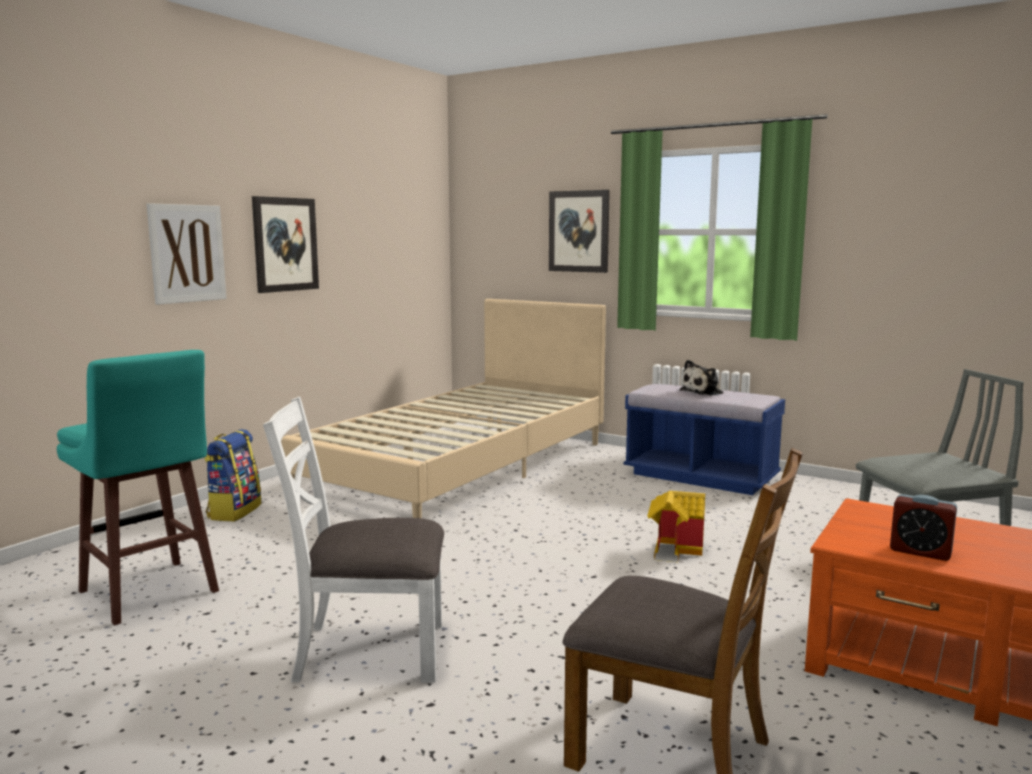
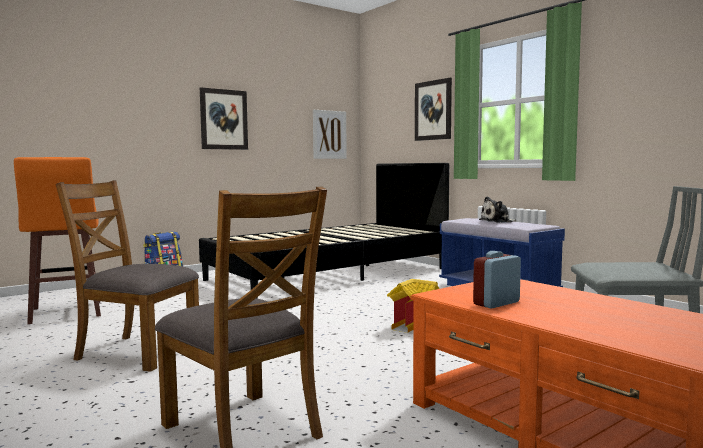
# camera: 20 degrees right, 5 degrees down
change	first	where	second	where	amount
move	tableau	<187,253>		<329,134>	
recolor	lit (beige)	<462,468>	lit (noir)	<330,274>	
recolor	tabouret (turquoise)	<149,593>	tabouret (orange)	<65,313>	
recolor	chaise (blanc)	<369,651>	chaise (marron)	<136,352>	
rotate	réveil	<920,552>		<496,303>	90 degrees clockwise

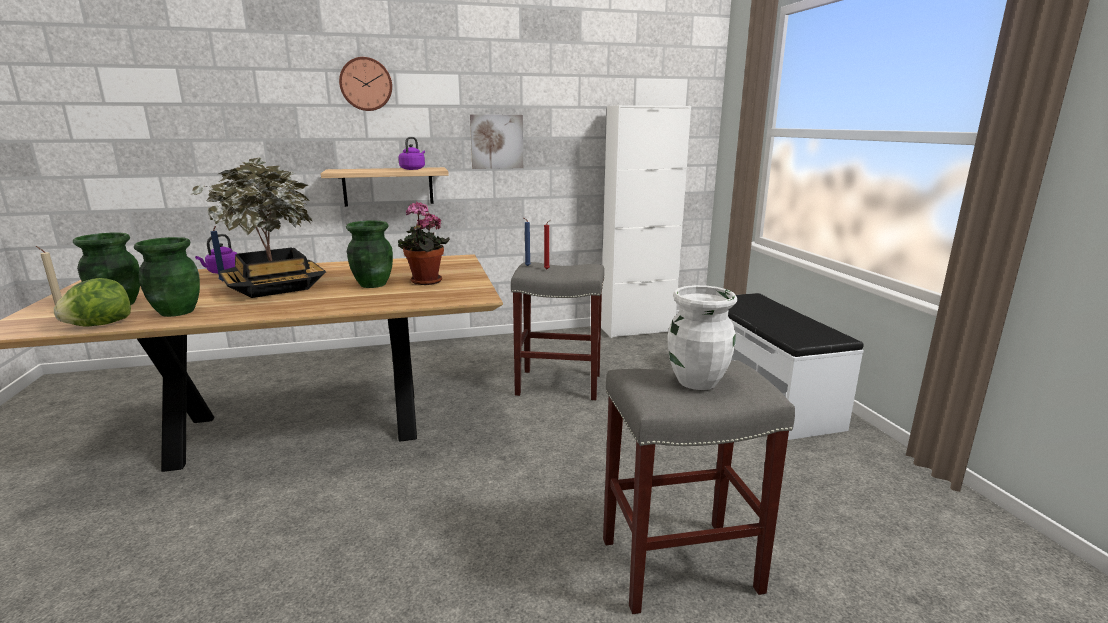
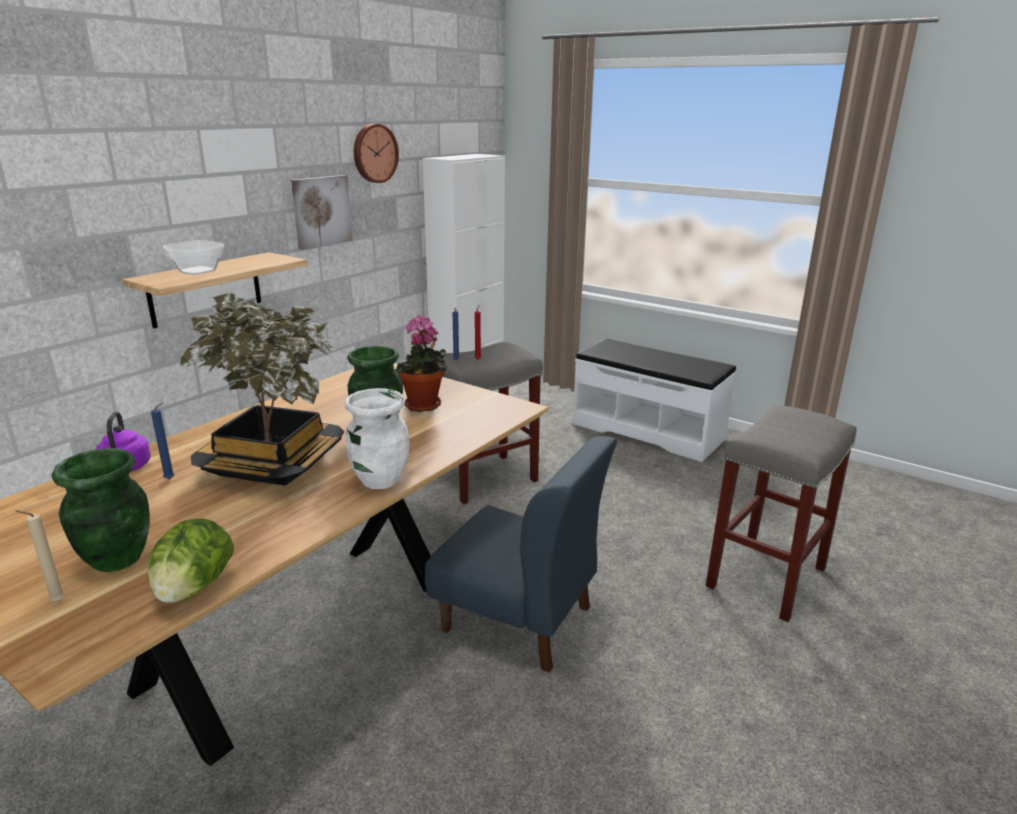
# camera: 40 degrees left, 5 degrees up
change	first	where	second	where	amount
move	horloge murale	<366,84>		<374,153>	
delete	bouilloire (violet)	<413,169>			
delete	vase (vert)	<177,311>			
move	vase (blanc)	<697,381>		<380,480>	
insert			bol	<198,271>	
insert			chaise (bleu)	<518,619>	

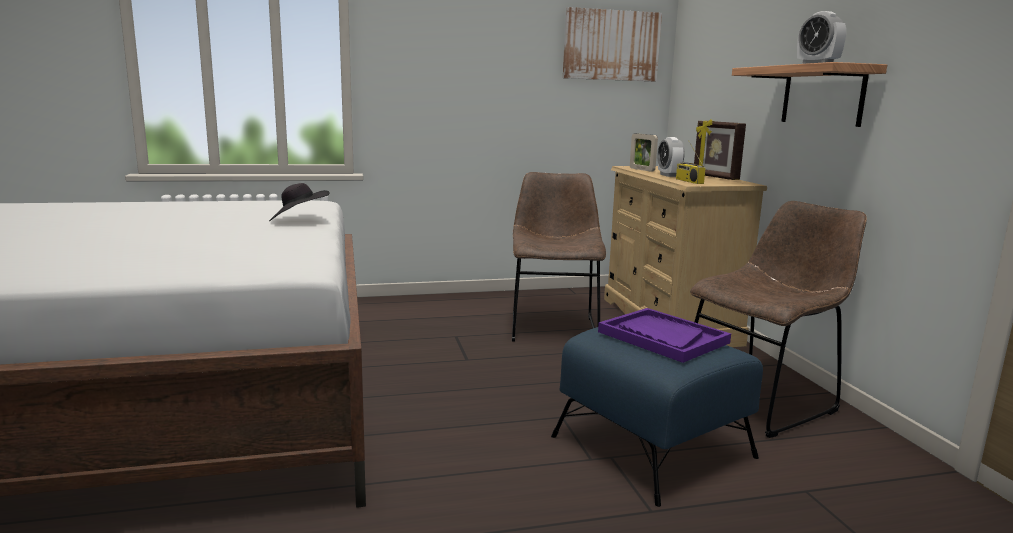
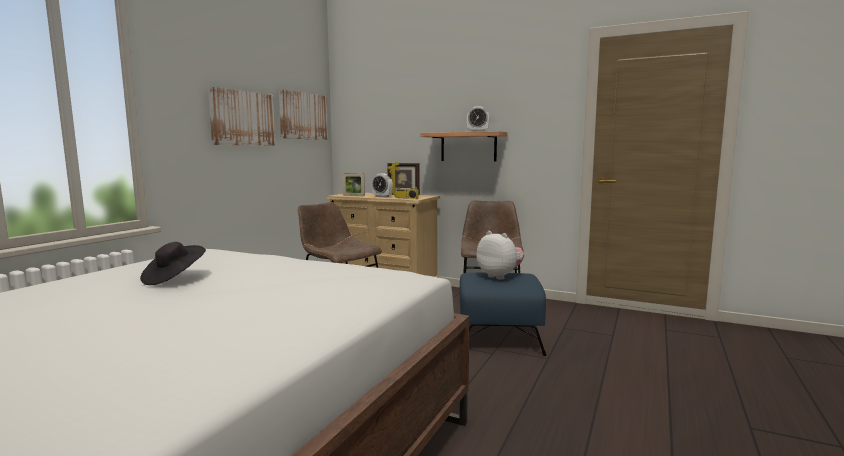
# camera: 50 degrees left, 5 degrees down
change	first	where	second	where	amount
move	chapeau (noir)	<298,220>		<174,278>	
replace	plateau (violet)	<662,337>	peluche	<500,276>	
insert			tableau	<242,118>	

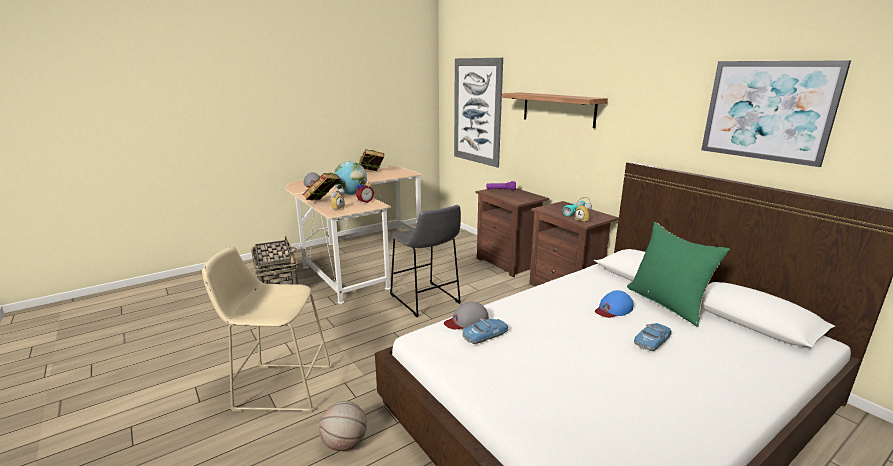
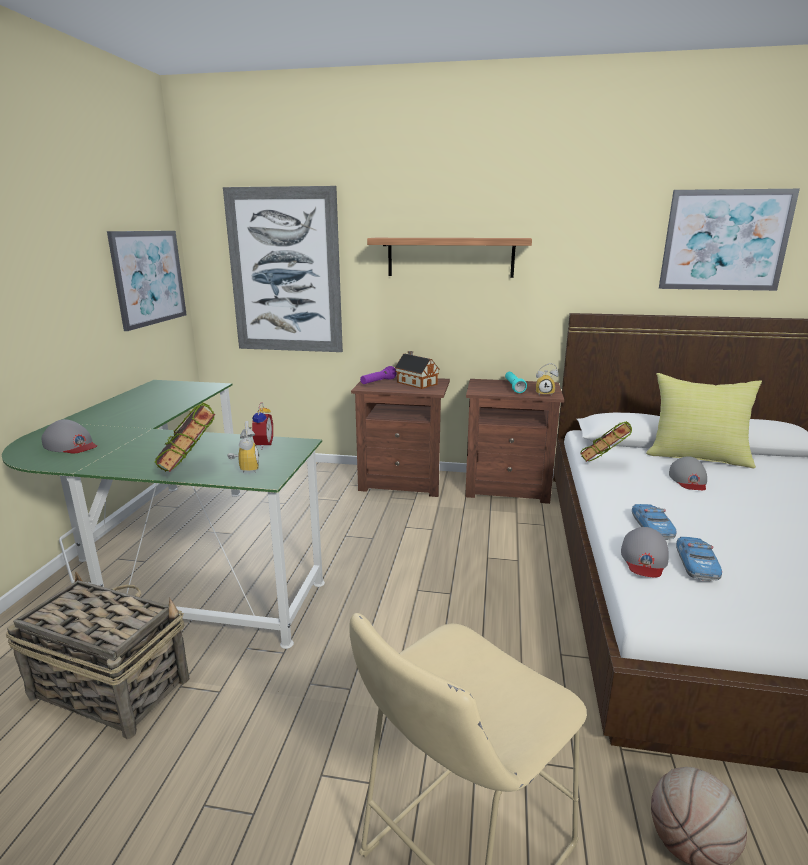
# camera: 45 degrees left, 0 degrees up
change	first	where	second	where	amount
move	livre	<371,173>		<603,464>	
delete	globe	<351,194>			
recolor	bureau (beige)	<355,257>	bureau (vert)	<177,562>	
delete	tabouret (gris)	<426,301>			
recolor	coussin (vert)	<668,303>	coussin (jaune)	<697,457>	
recolor	casquette (bleu)	<613,309>	casquette (gris)	<688,480>	
move	petite voiture	<652,341>		<651,527>	
insert			tableau	<149,278>	
insert			maison miniature	<416,383>	

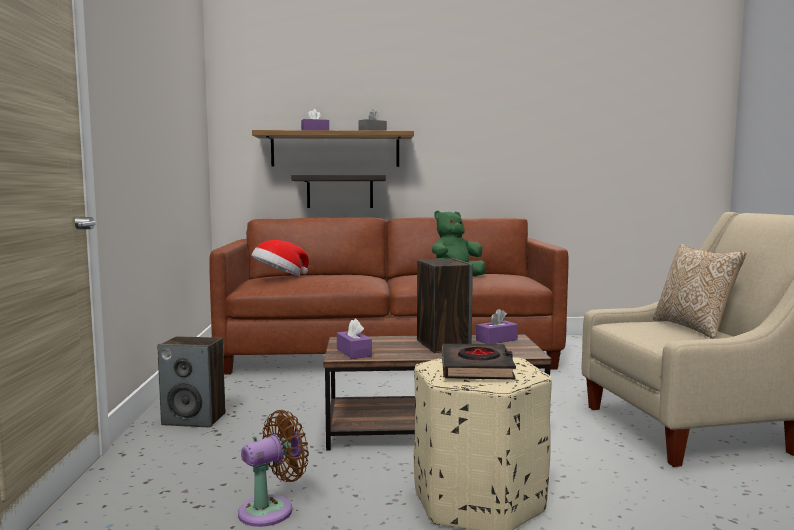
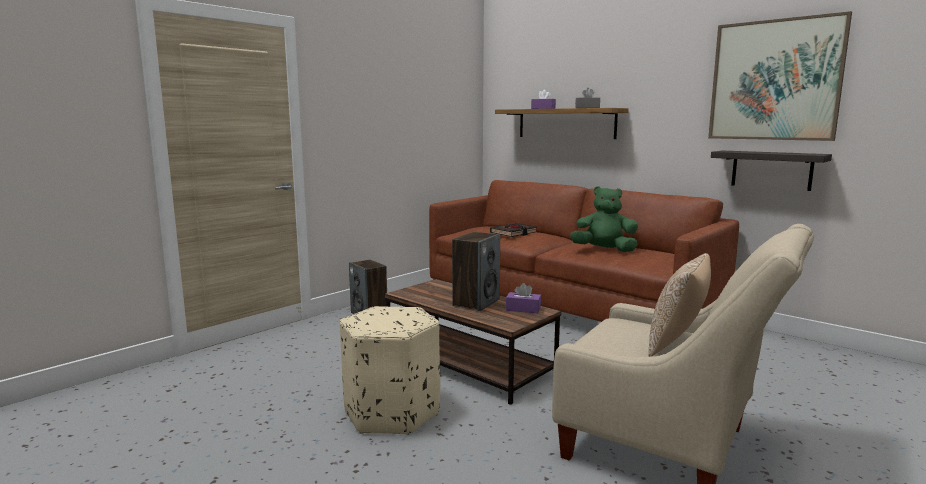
# camera: 45 degrees right, 5 degrees up
change	first	where	second	where	amount
move	étagère	<340,191>		<771,170>	
delete	chapeau	<279,277>			
delete	boîte à mouchoirs (violet)	<353,353>			
move	livre (noir)	<477,368>		<513,233>	
delete	ventilateur (marron)	<271,509>			
insert			tableau	<774,80>	

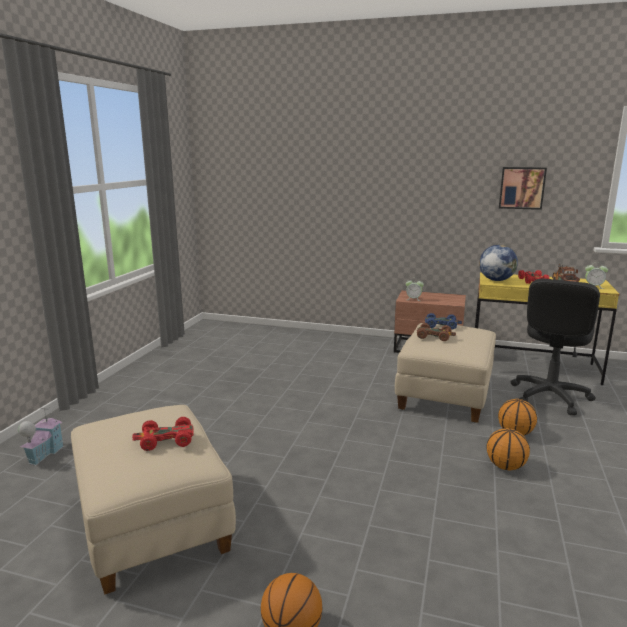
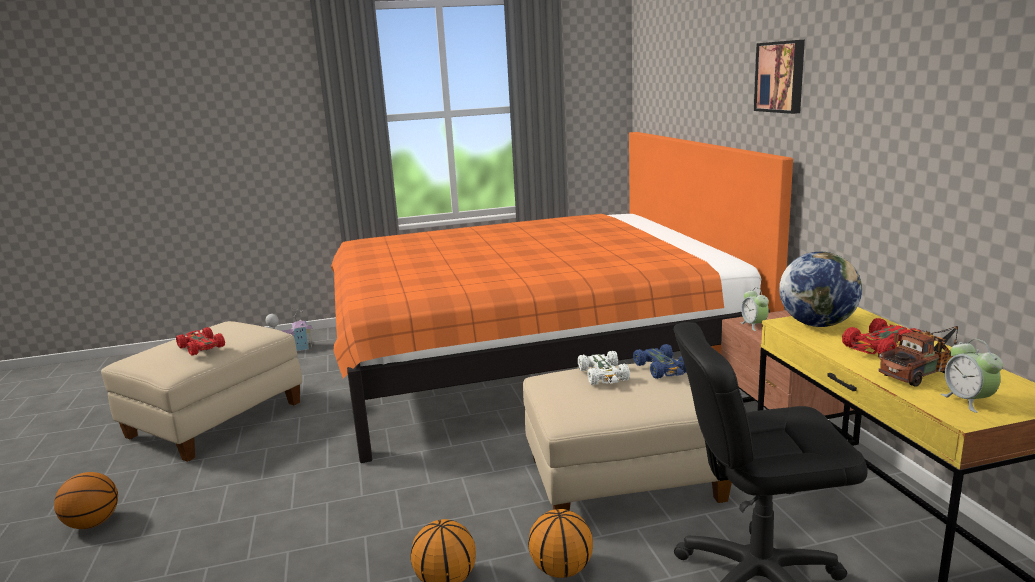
# camera: 60 degrees right, 0 degrees up
change	first	where	second	where	amount
move	tableau	<522,188>		<781,77>	
recolor	petite voiture (marron)	<434,336>	petite voiture (blanc)	<604,375>	
insert			lit (orange)	<530,356>	

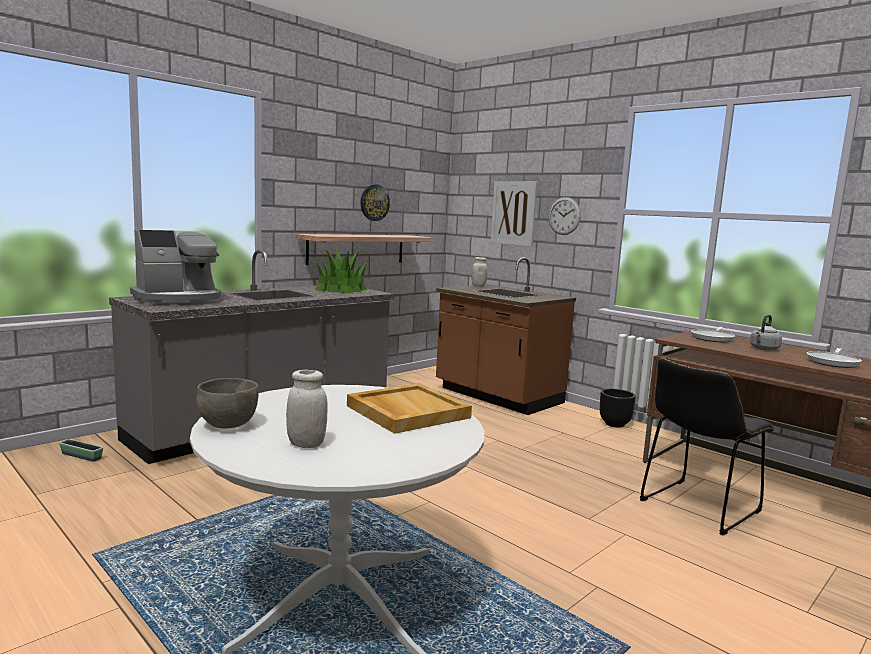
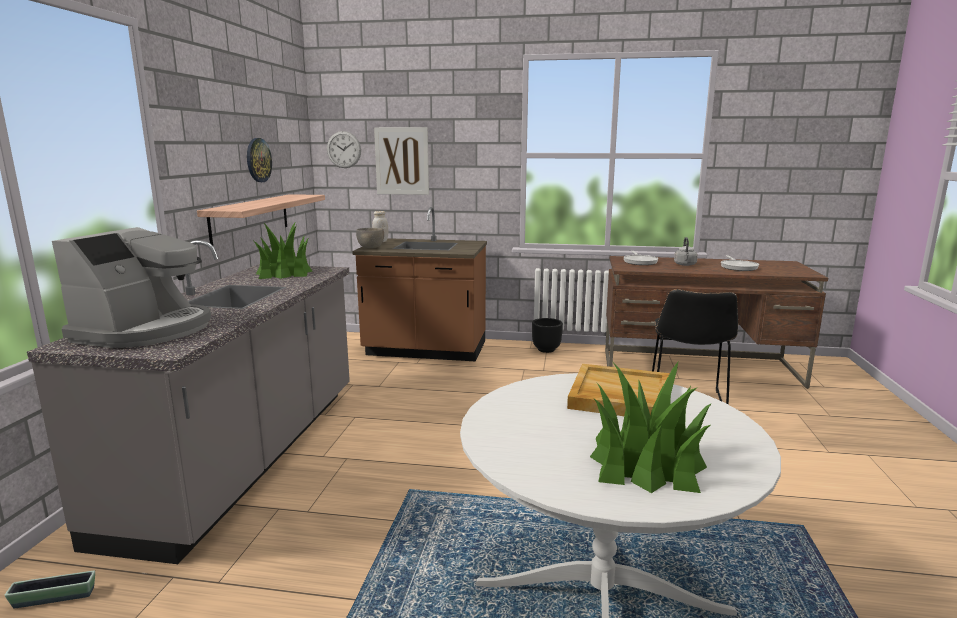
# camera: 35 degrees left, 5 degrees up
change	first	where	second	where	amount
move	horloge murale	<564,216>		<344,149>	
replace	bocal (blanc)	<306,444>	plante en pot	<646,463>	
move	bol (gris)	<228,425>		<371,248>	

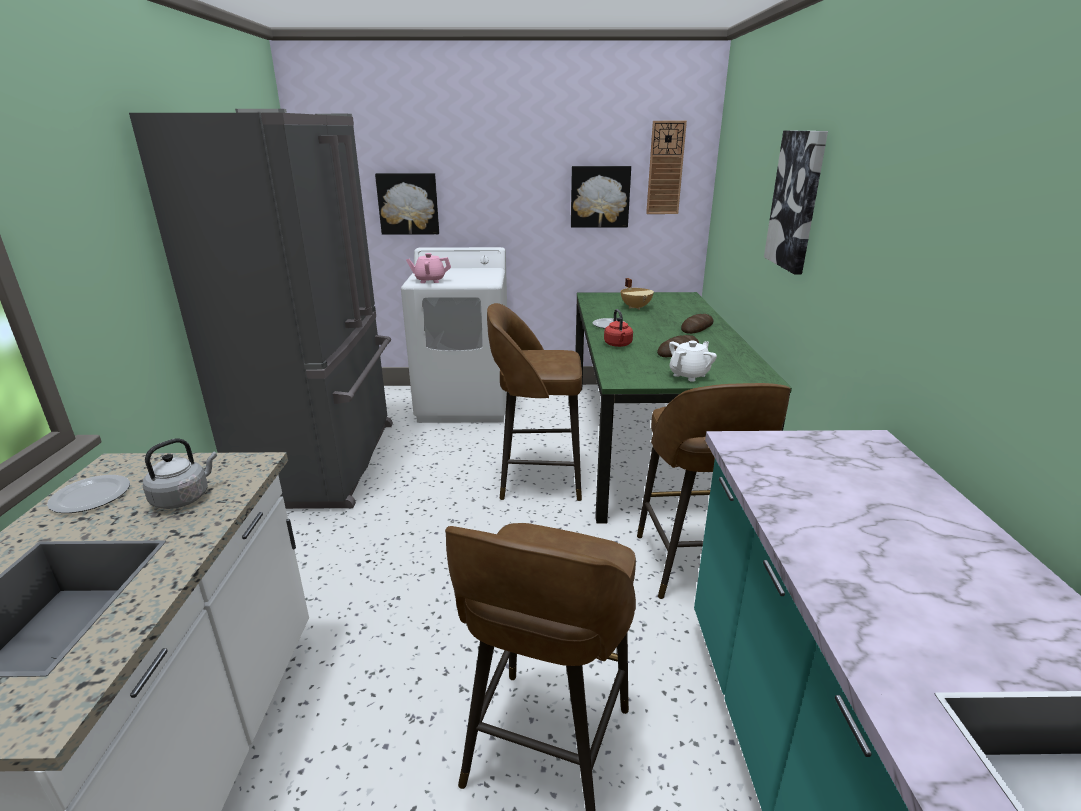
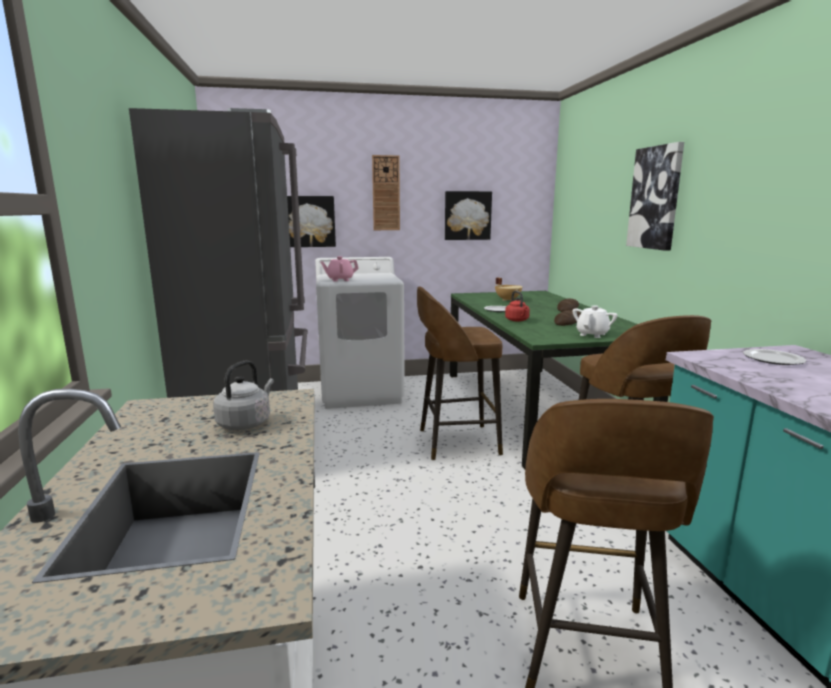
# camera: 10 degrees left, 10 degrees down
change	first	where	second	where	amount
move	horloge murale	<665,168>		<386,193>	
move	assiette	<89,497>		<772,359>	

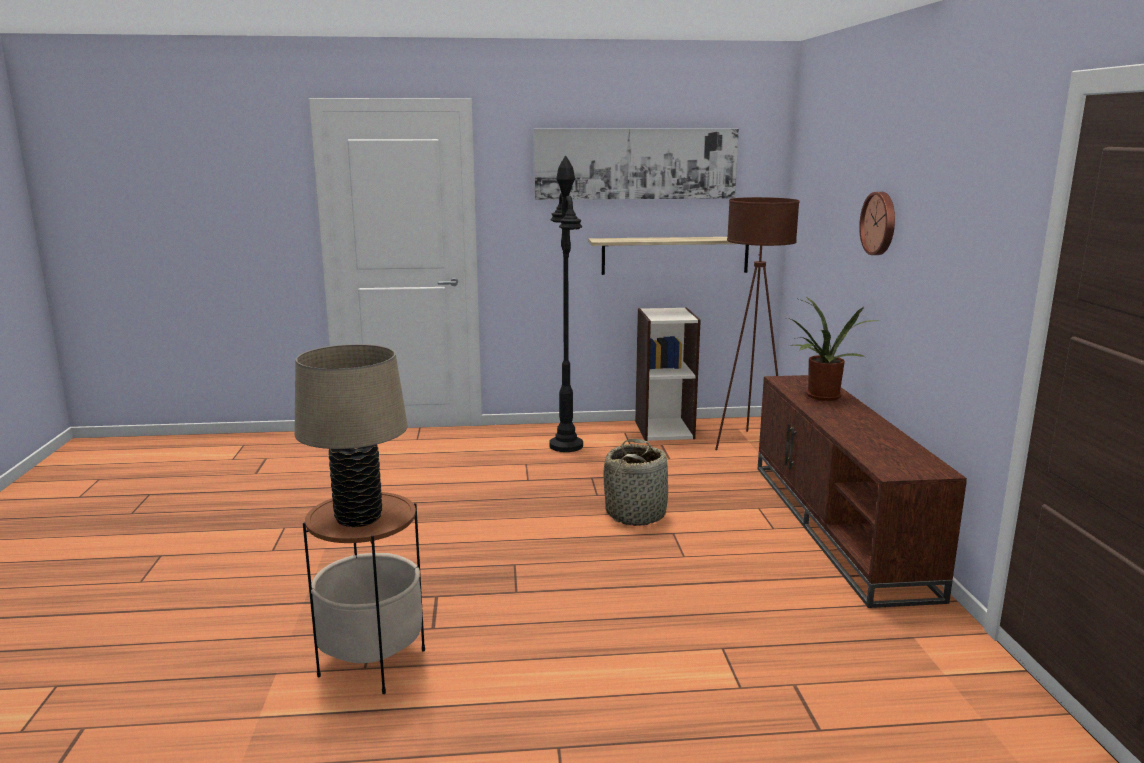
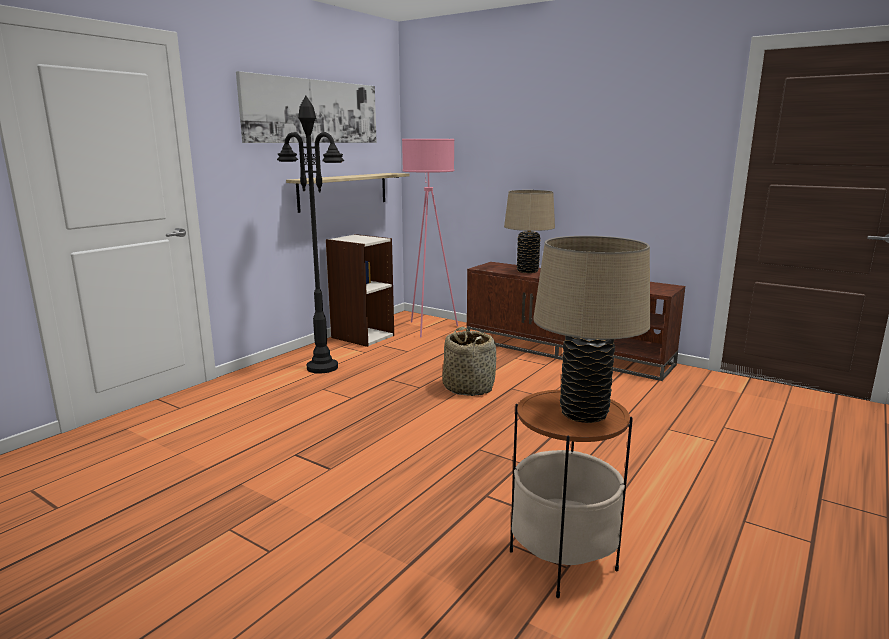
# camera: 50 degrees left, 0 degrees up
change	first	where	second	where	amount
delete	horloge murale	<880,223>			
recolor	lampadaire (marron)	<749,444>	lampadaire (rose)	<429,328>	
replace	plante en pot	<821,397>	lampe de table (beige)	<527,271>	

